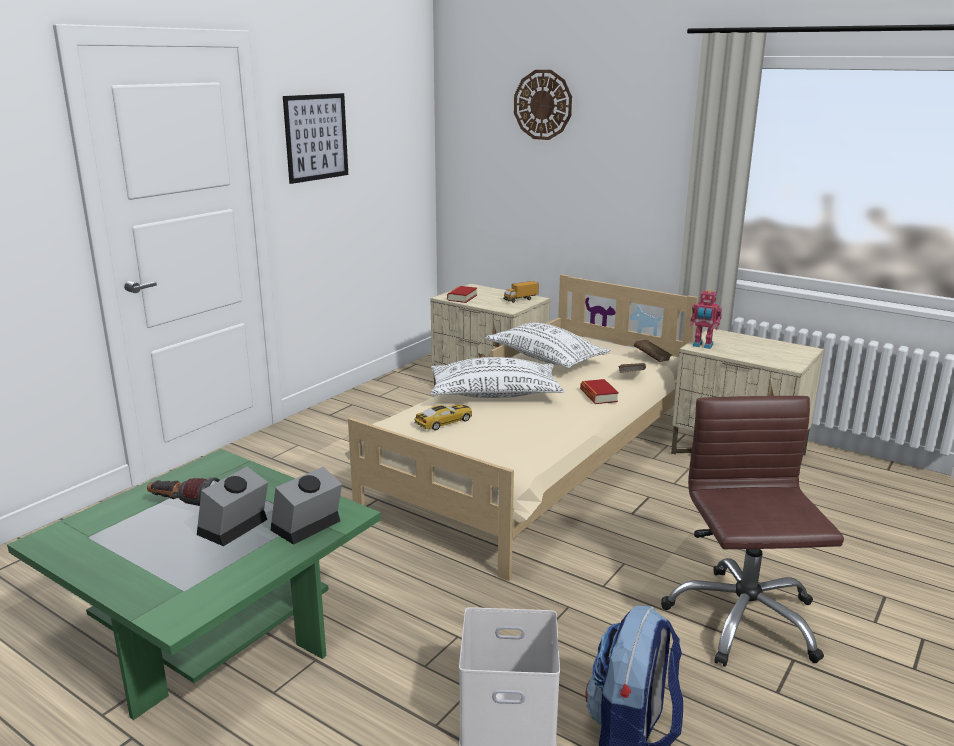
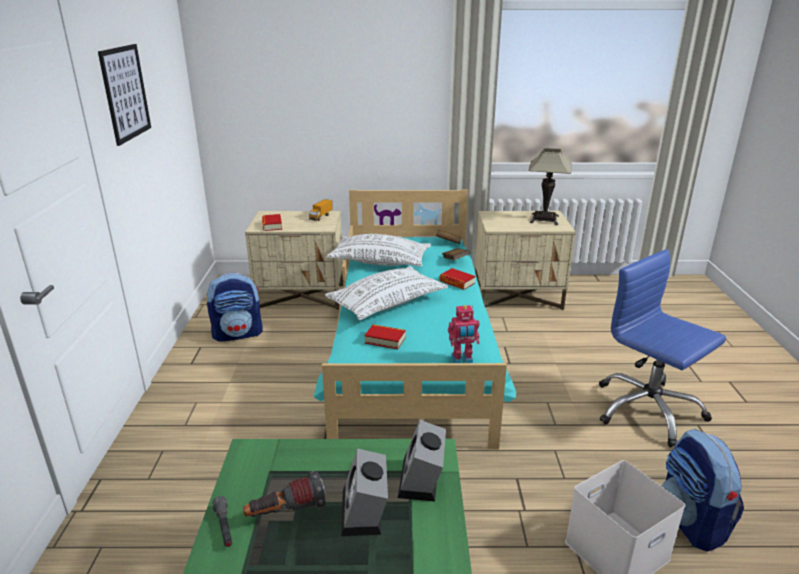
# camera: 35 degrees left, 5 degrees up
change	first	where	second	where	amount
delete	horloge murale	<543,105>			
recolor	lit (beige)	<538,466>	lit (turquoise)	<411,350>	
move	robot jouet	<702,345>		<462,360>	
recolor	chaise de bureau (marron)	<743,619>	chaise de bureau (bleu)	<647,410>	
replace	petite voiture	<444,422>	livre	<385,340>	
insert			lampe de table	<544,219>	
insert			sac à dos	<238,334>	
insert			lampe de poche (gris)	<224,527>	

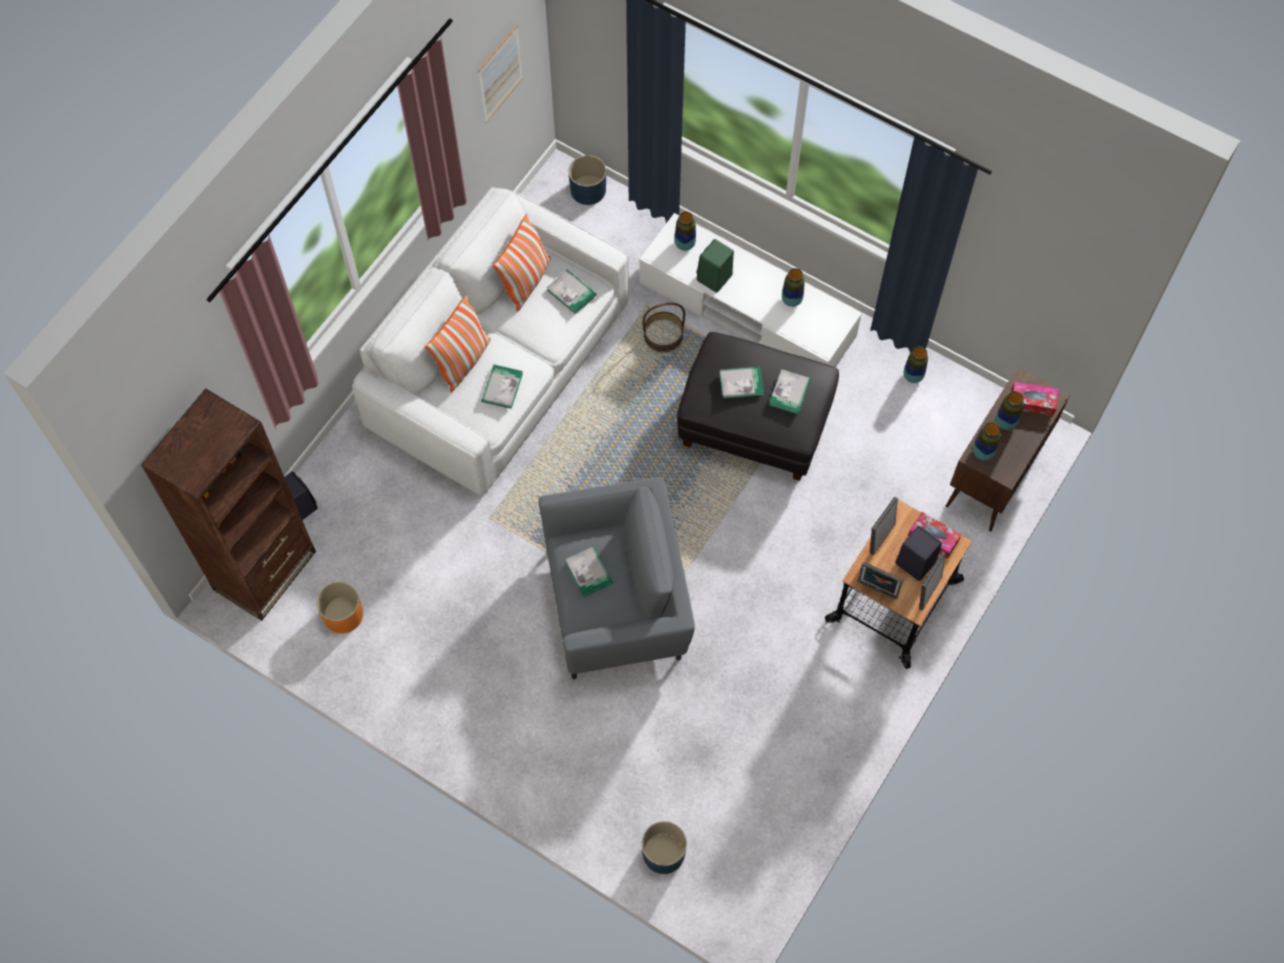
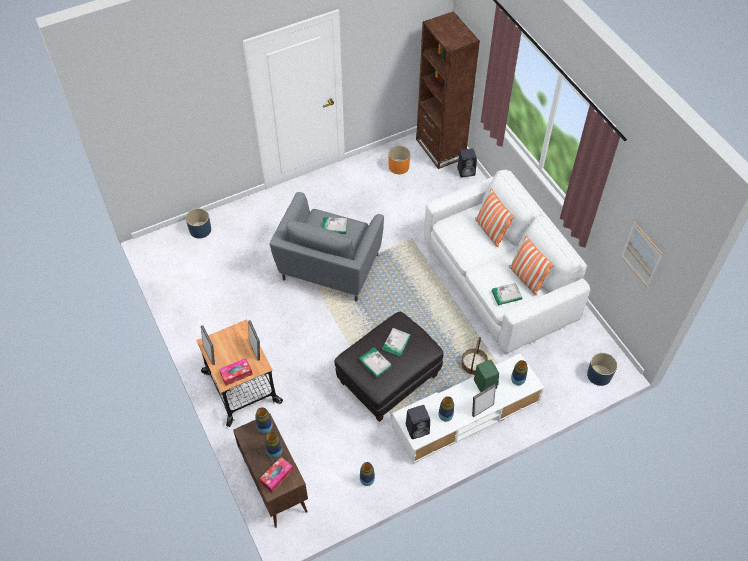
# camera: 120 degrees right, 10 degrees down
change	first	where	second	where	amount
delete	livre	<502,387>			
move	enceinte (noir)	<914,562>		<418,429>	
move	cadre photo	<876,591>		<482,408>	

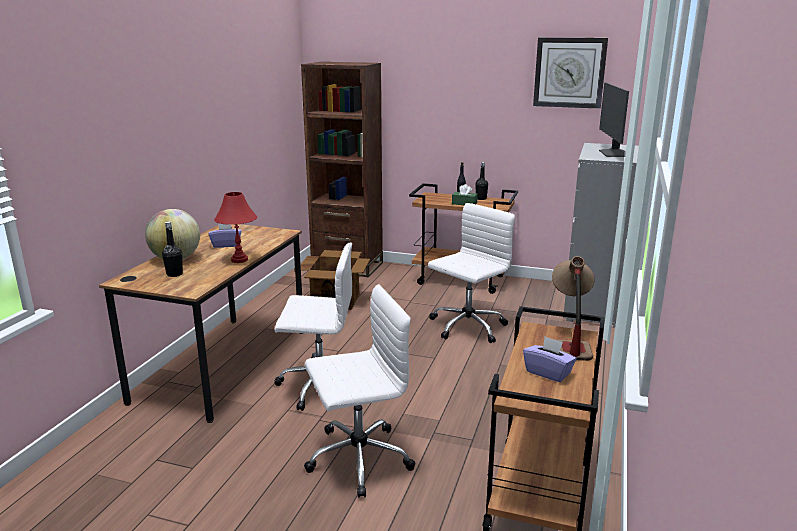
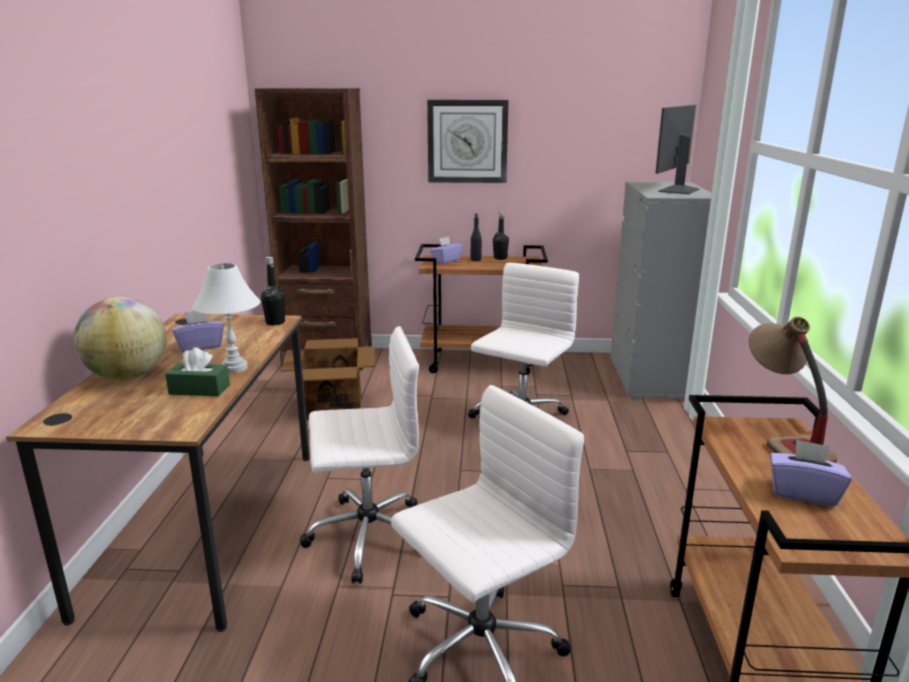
# camera: 15 degrees left, 0 degrees up
change	first	where	second	where	amount
move	horloge murale	<569,72>		<467,141>	
rotate	écran d'ordinateur	<613,153>		<677,190>	45 degrees clockwise
move	boîte à mouchoirs (vert)	<464,203>		<199,389>	
recolor	lampe de table (rouge)	<239,260>	lampe de table (blanc)	<234,368>	
move	bouteille (noir)	<174,274>		<275,322>	
insert			boîte à mouchoirs (violet)	<446,260>	

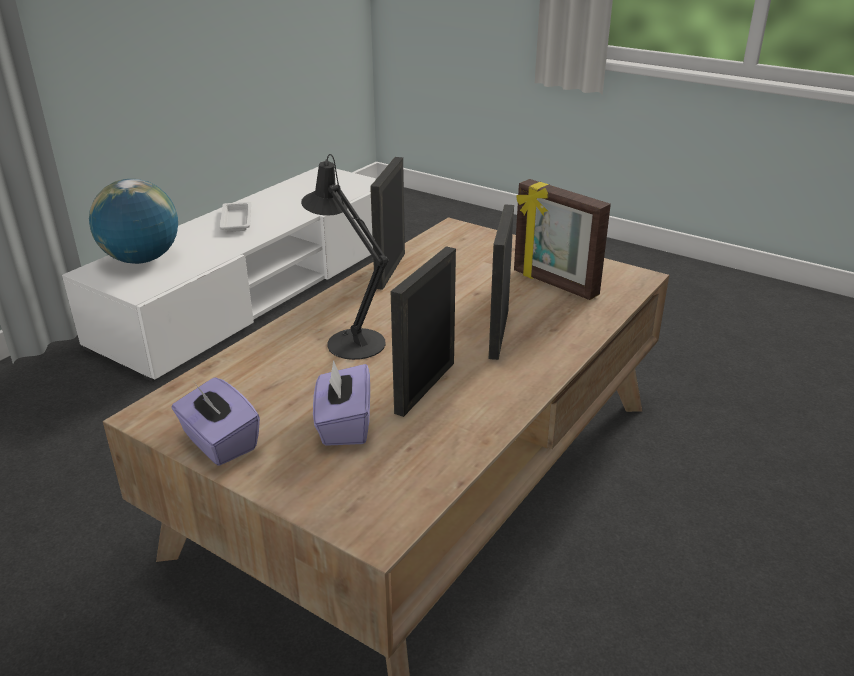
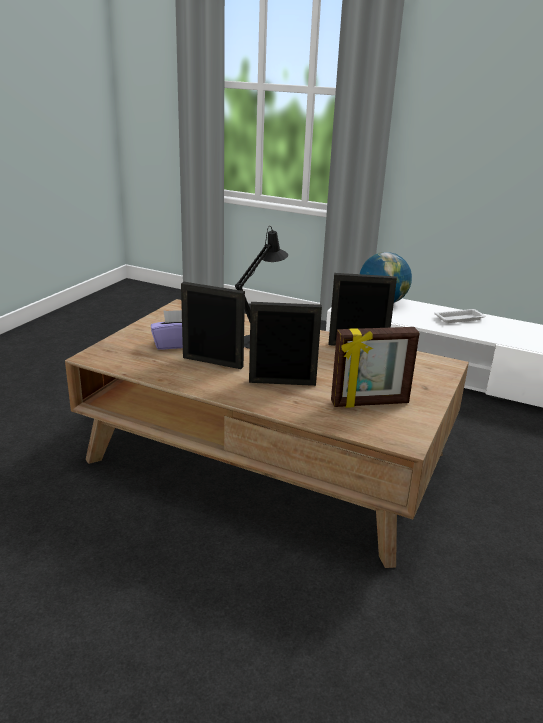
# camera: 80 degrees right, 5 degrees down
change	first	where	second	where	amount
rotate	cadre photo	<554,284>		<370,403>	135 degrees counterclockwise
delete	boîte à mouchoirs (violet)	<219,442>			

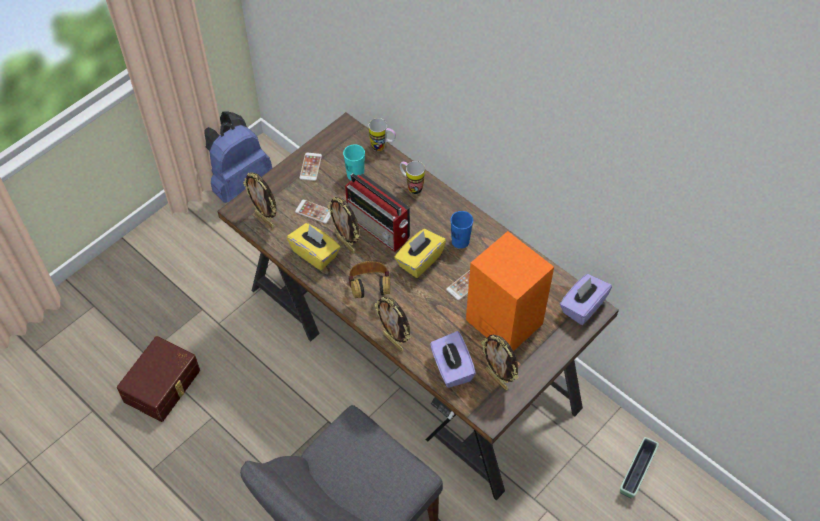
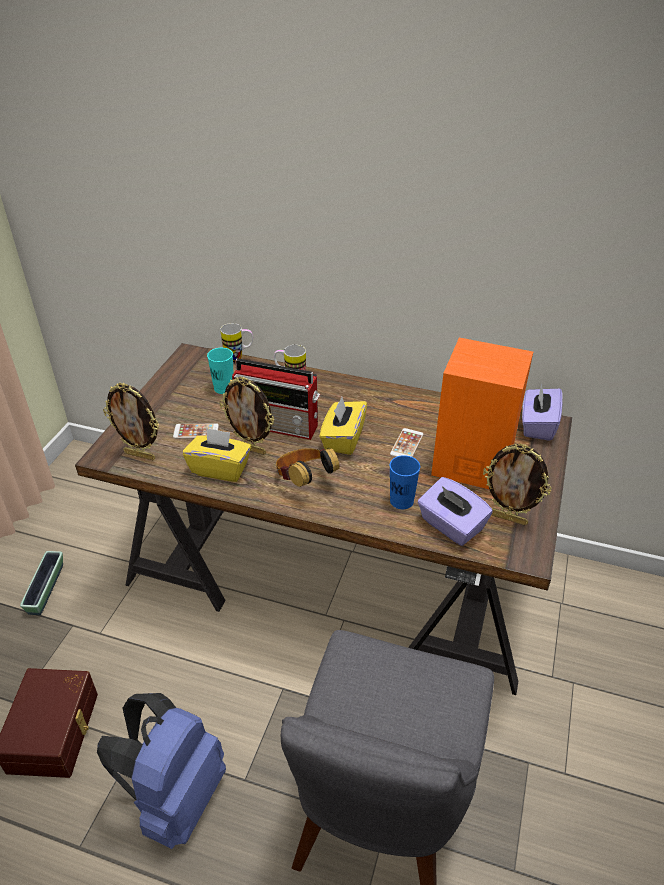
# camera: 25 degrees left, 15 degrees down
change	first	where	second	where	amount
move	sac à dos (bleu)	<239,184>		<175,797>	
delete	téléphone	<310,167>			
move	tasse (bleu)	<460,241>		<401,501>	
delete	cadre photo	<394,341>			
move	cache-pot	<636,472>		<46,589>	

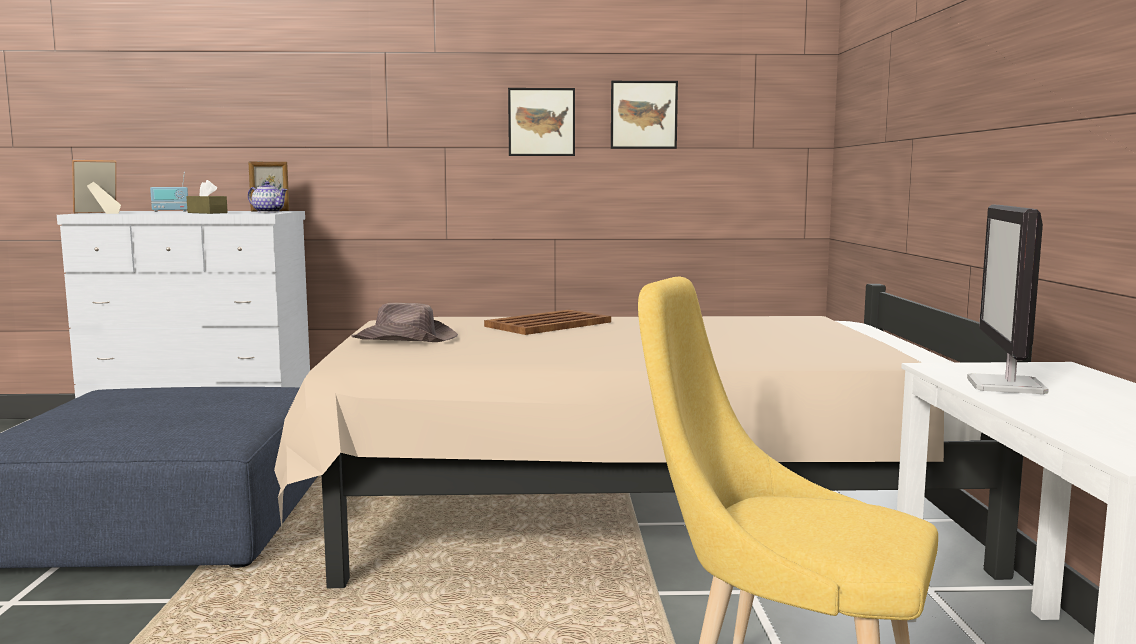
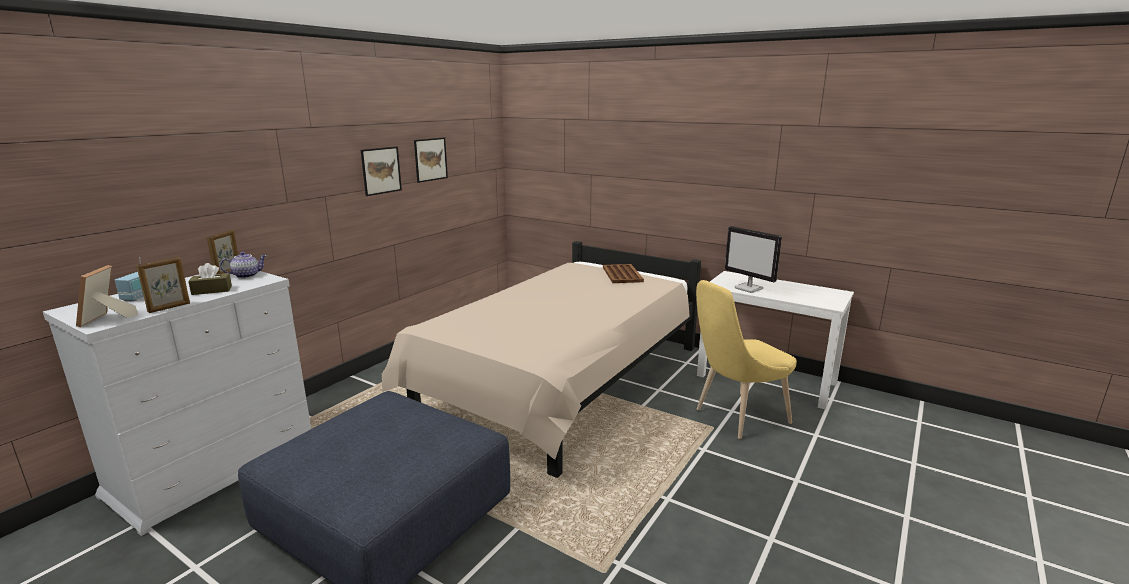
# camera: 55 degrees left, 10 degrees up
change	first	where	second	where	amount
delete	chapeau (marron)	<406,339>			
move	plateau (marron)	<549,324>		<622,274>	
insert			cadre photo	<169,307>	

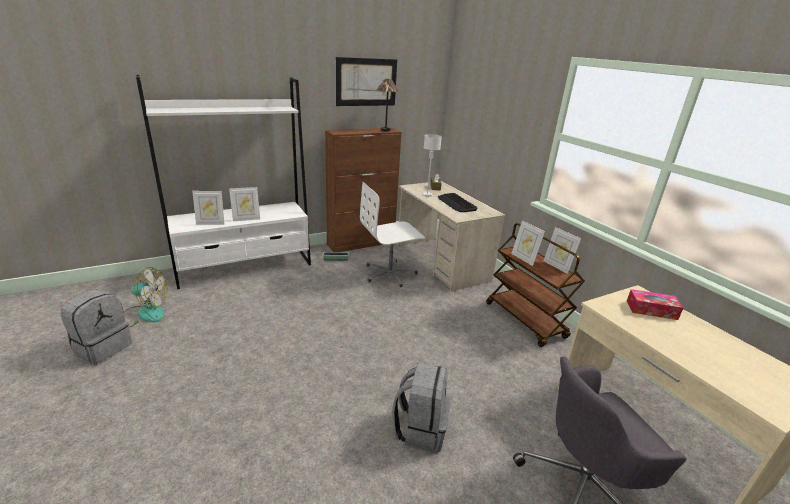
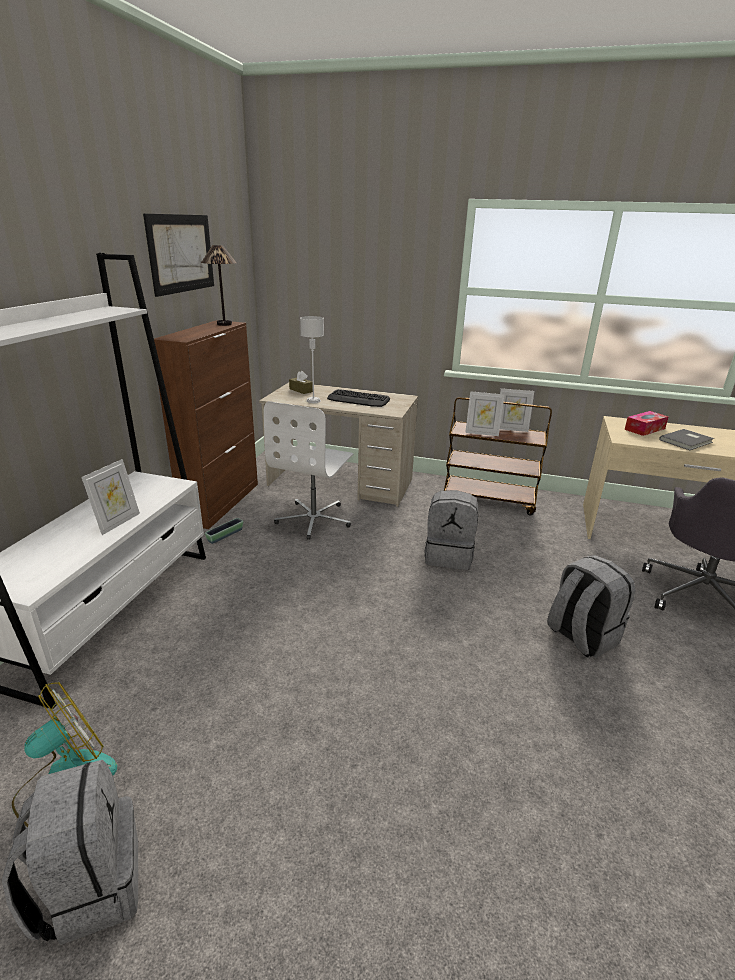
# camera: 45 degrees left, 0 degrees up
change	first	where	second	where	amount
delete	cadre photo	<211,223>			
insert			livre (gris)	<687,441>	
insert			sac à dos (gris)	<449,556>	

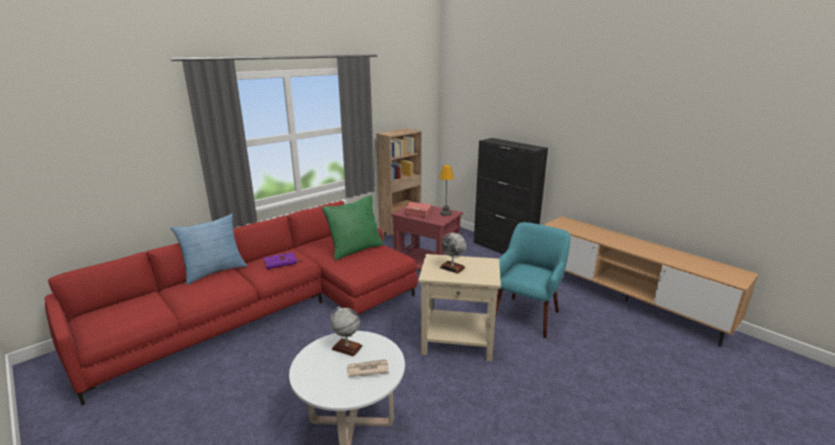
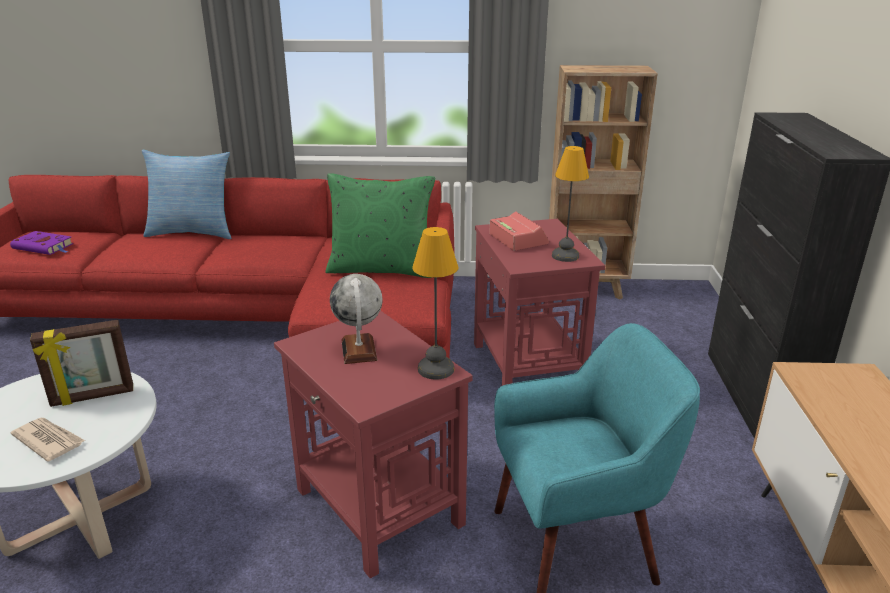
# camera: 45 degrees right, 5 degrees up
change	first	where	second	where	amount
move	livre (violet)	<281,262>		<44,247>	
recolor	table d'appoint (beige)	<457,341>	table d'appoint (rouge)	<377,507>	
replace	globe	<347,347>	cadre photo	<92,397>	
insert			lampe de table	<436,368>	

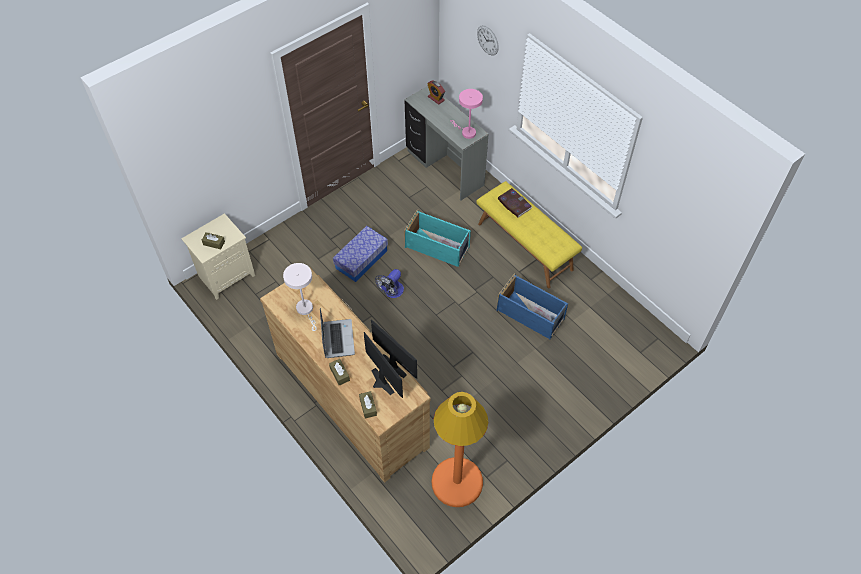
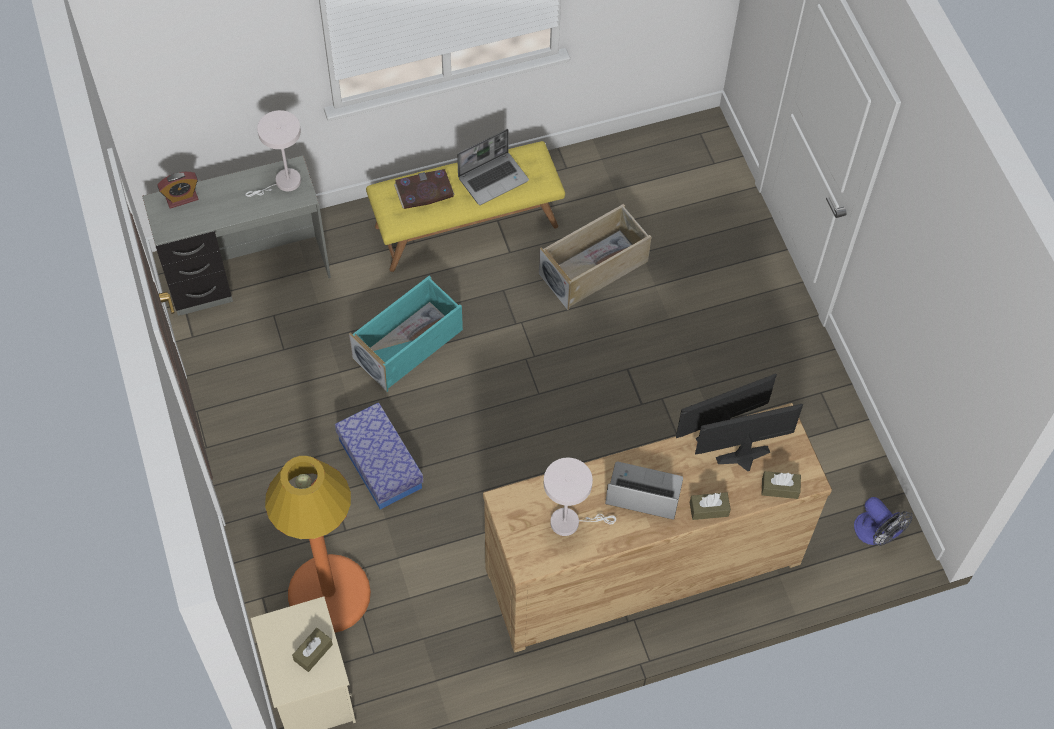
# camera: 70 degrees left, 5 degrees up
change	first	where	second	where	amount
delete	horloge murale	<487,40>			
recolor	lampe de table (rose)	<466,132>	lampe de table (blanc)	<283,183>	
move	ventilateur	<391,292>		<876,534>	
recolor	boîte de rangement (bleu)	<531,314>	boîte de rangement (beige)	<594,268>	
move	lampadaire (orange)	<457,482>		<329,594>	
insert			ordinateur portable	<493,178>	

